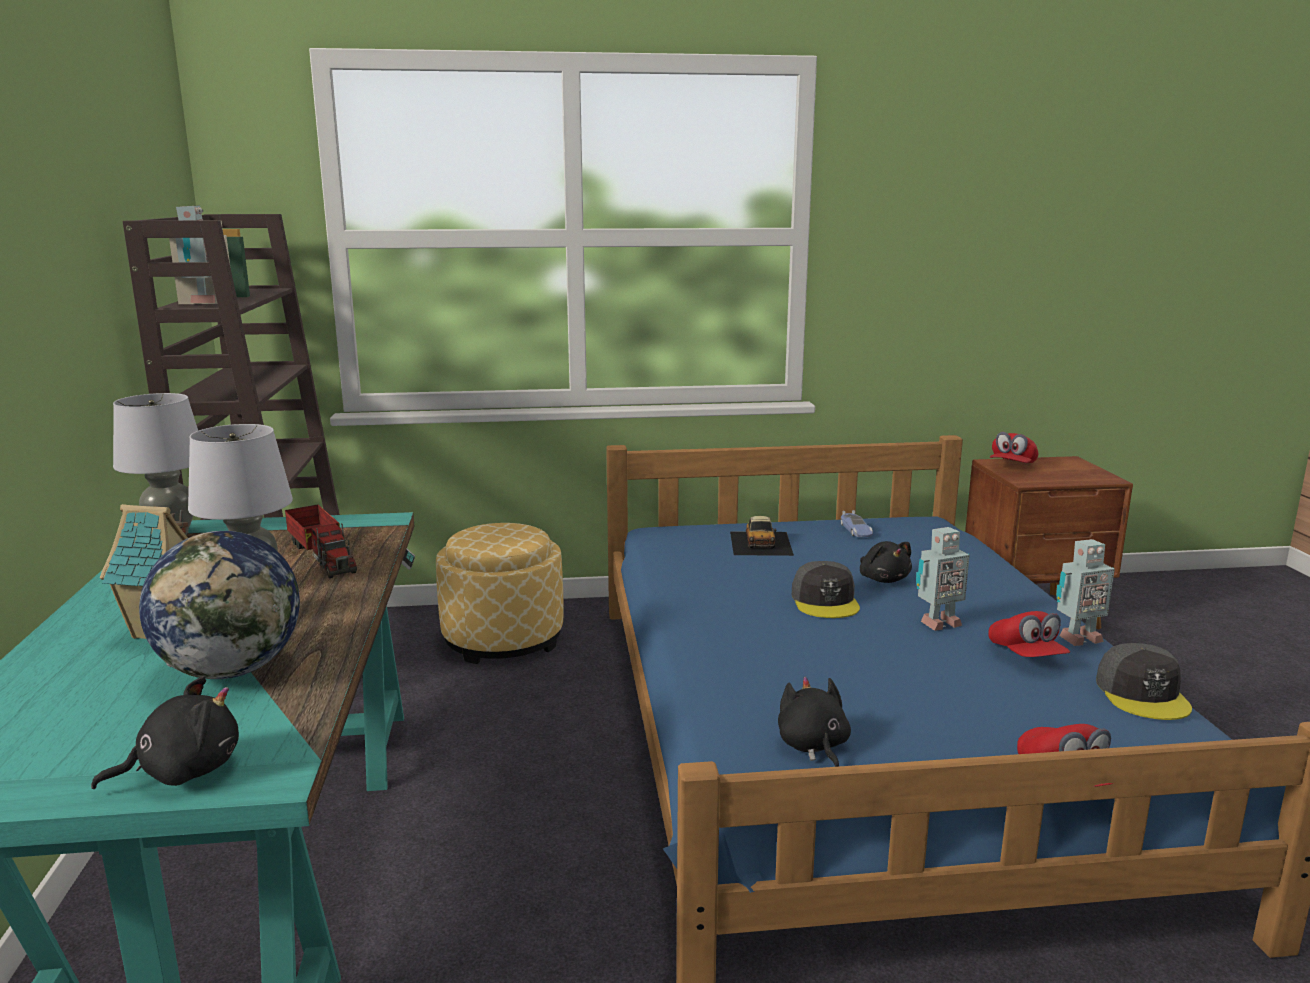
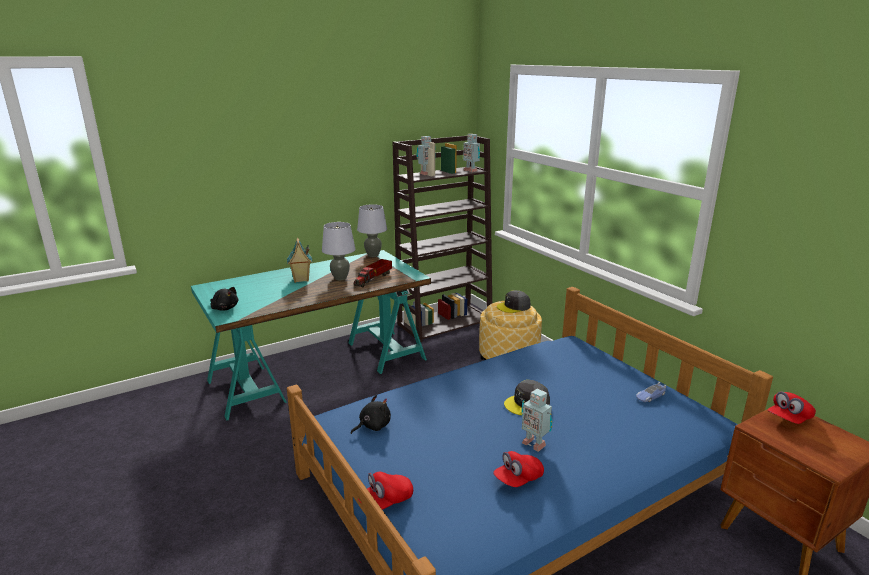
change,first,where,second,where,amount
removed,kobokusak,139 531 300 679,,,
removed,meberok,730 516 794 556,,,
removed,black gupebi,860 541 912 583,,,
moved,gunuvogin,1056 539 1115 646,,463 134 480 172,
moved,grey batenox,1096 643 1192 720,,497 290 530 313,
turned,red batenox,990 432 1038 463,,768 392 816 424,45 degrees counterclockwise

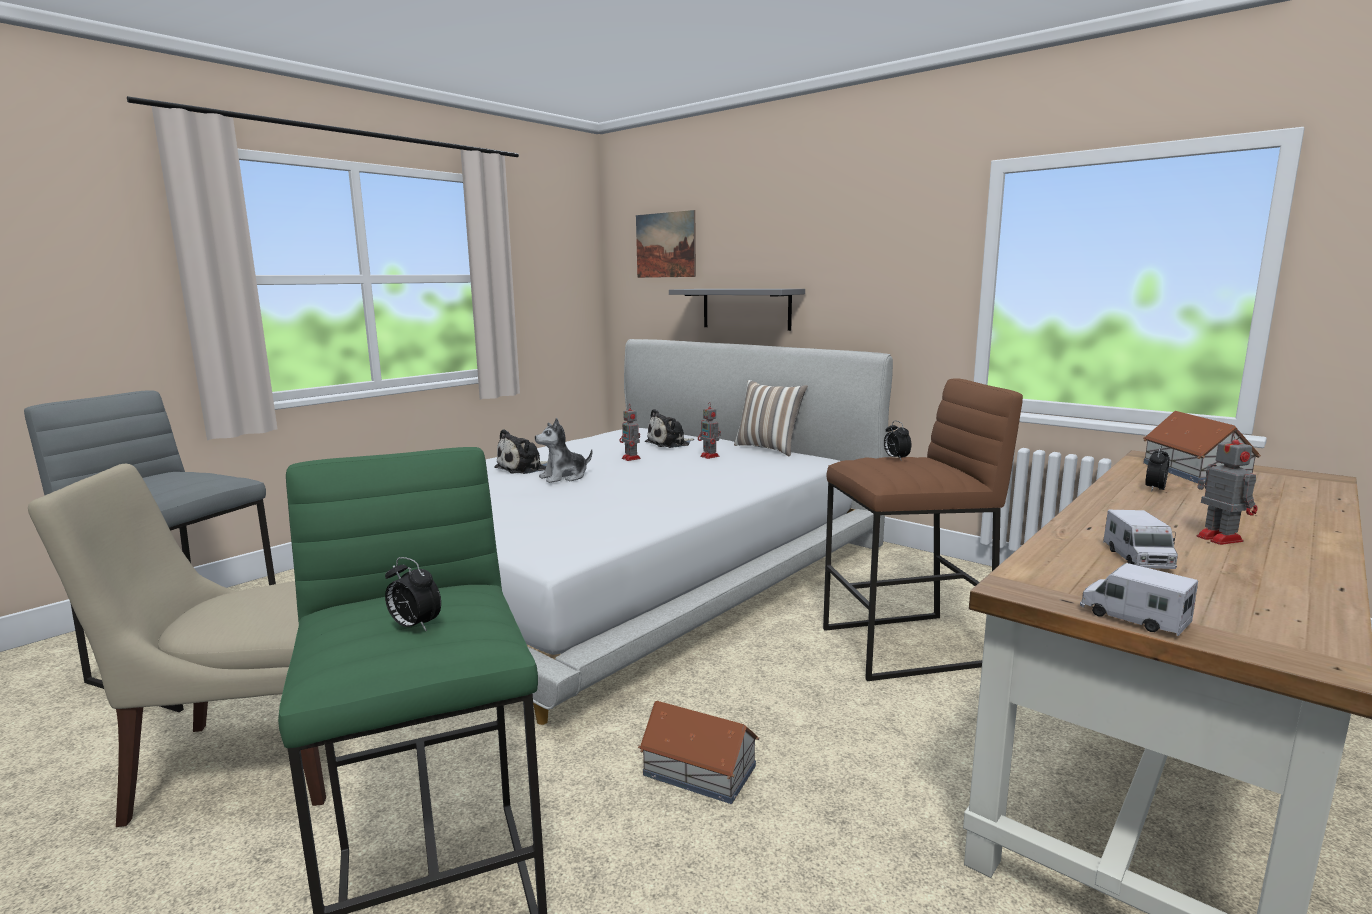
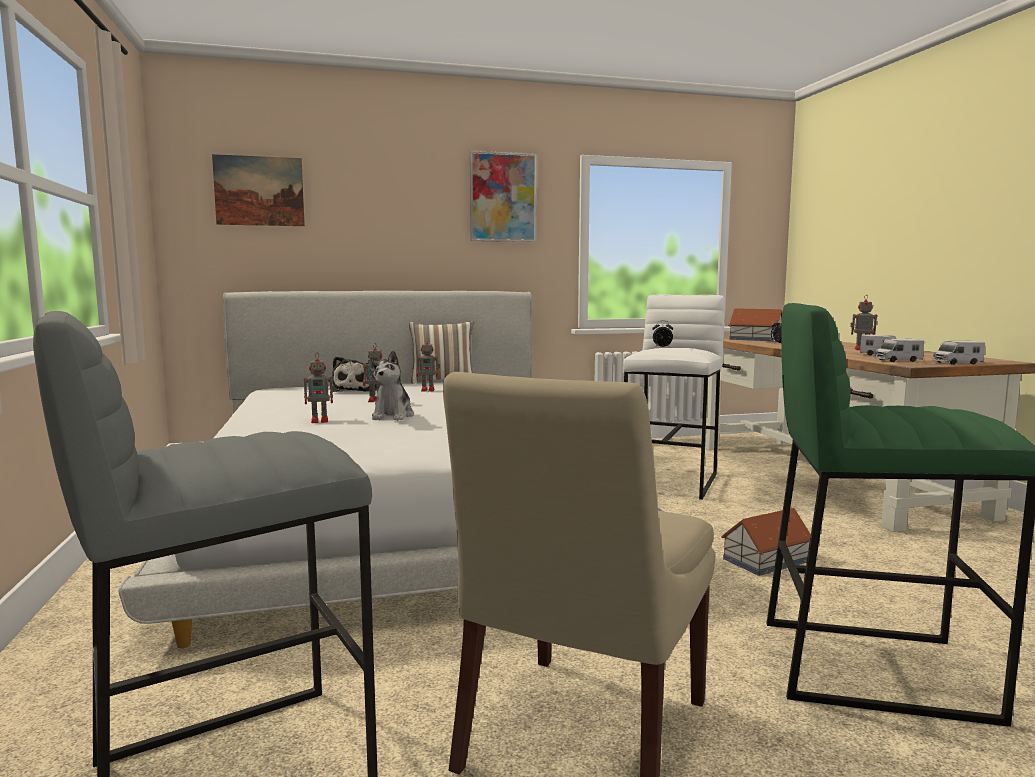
change,first,where,second,where,amount
removed,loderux,385 557 441 632,,,
removed,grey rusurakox,669 289 805 331,,,
added,,,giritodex,470 151 537 242,
added,,,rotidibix,874 339 924 362,
replaced,gupebi,494 429 548 474,gunuvogin,304 357 335 423,
recoloured,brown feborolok,823 378 1023 681,white feborolok,623 294 725 500,

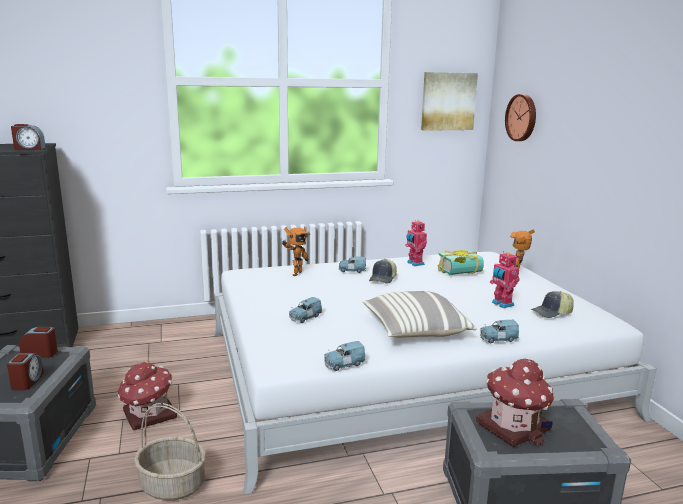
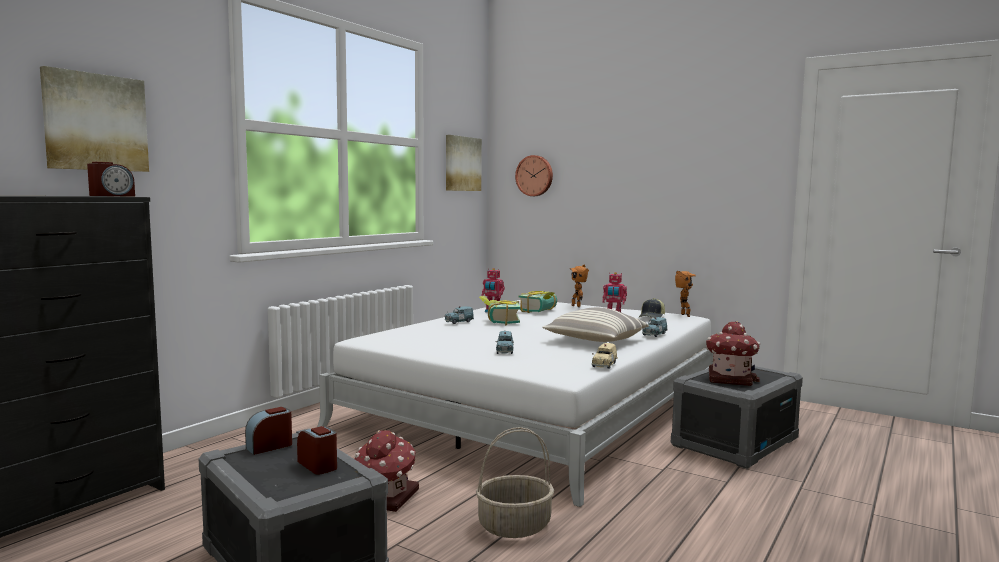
change,first,where,second,where,amount
added,,,giritodex,40 66 149 172,
moved,gunuvogin,282 226 310 276,,675 271 696 317,
replaced,batenox,369 259 397 284,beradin,479 296 520 325,
recoloured,blue meberok,324 341 366 371,beige meberok,592 343 618 369,

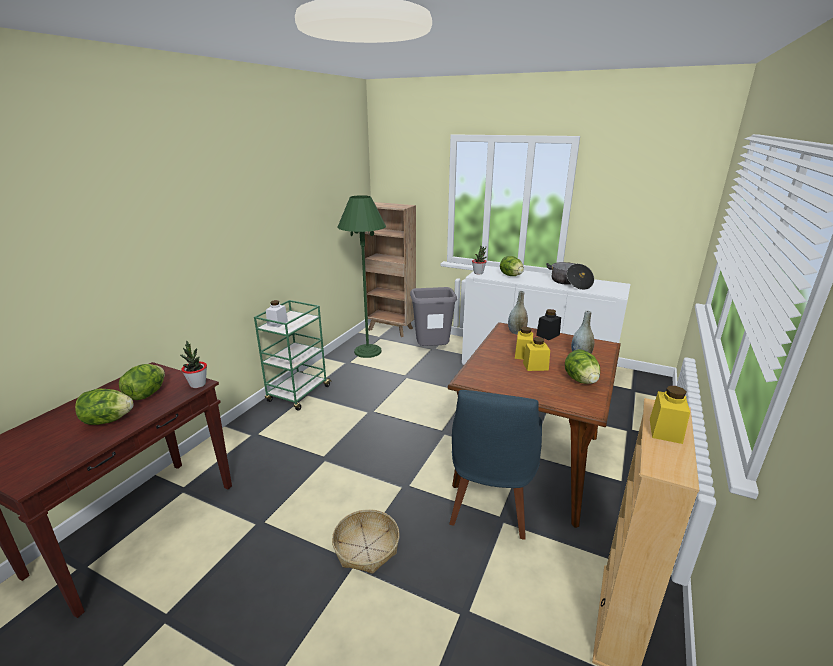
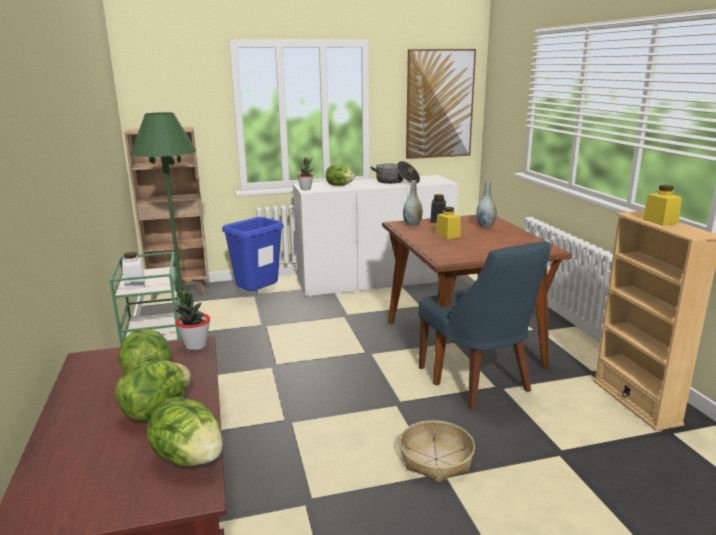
change,first,where,second,where,amount
removed,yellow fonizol,523 337 550 371,,,
added,,,giritodex,406 49 476 159,
moved,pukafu,565 349 600 384,,147 396 223 466,
recoloured,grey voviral,410 287 457 346,blue voviral,222 217 284 291,

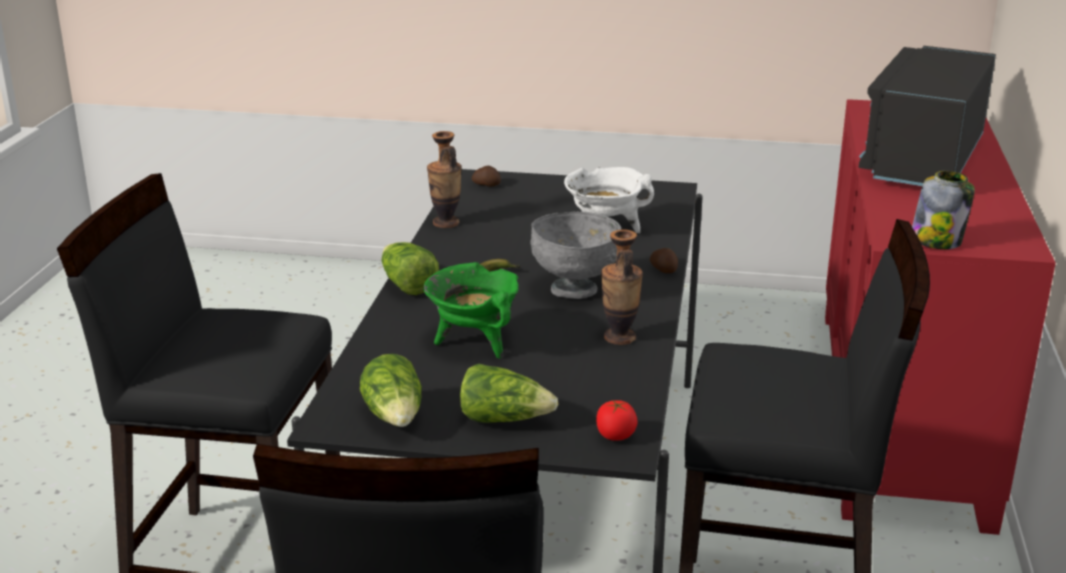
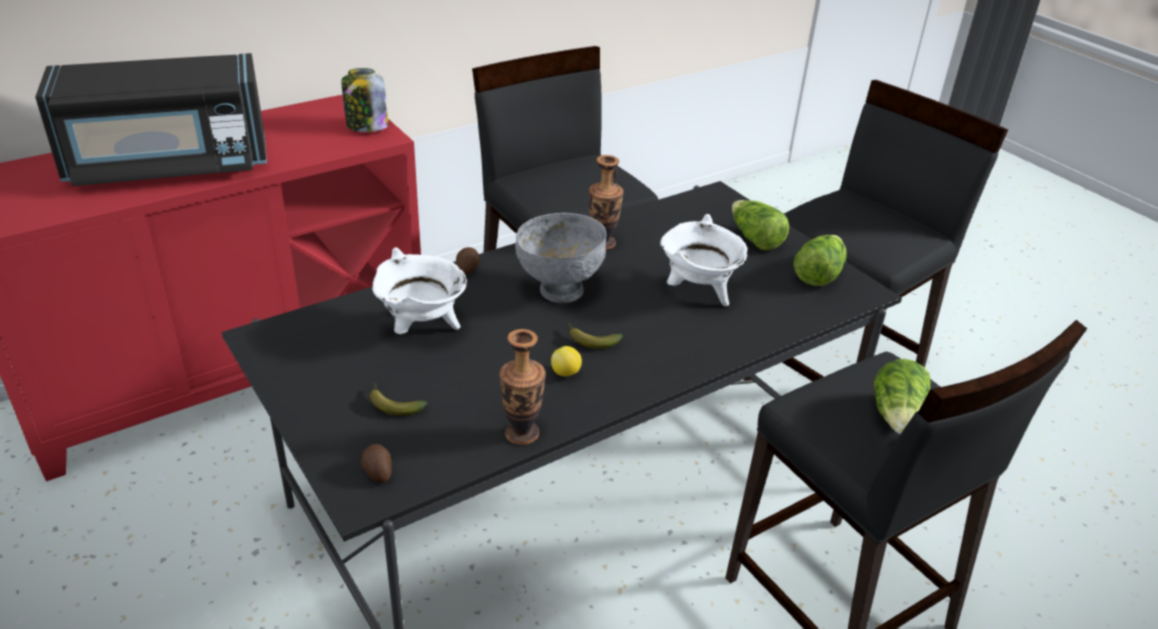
change,first,where,second,where,amount
removed,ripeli,596 400 637 441,,,
added,,,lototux,370 381 427 416,
added,,,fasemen,551 346 582 377,
moved,pukafu,382 242 439 295,,874 359 931 434,
recoloured,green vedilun,423 262 519 359,white vedilun,660 214 747 306,

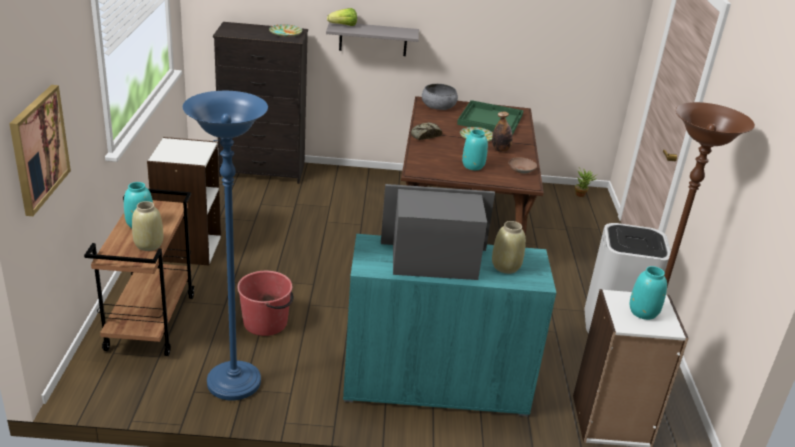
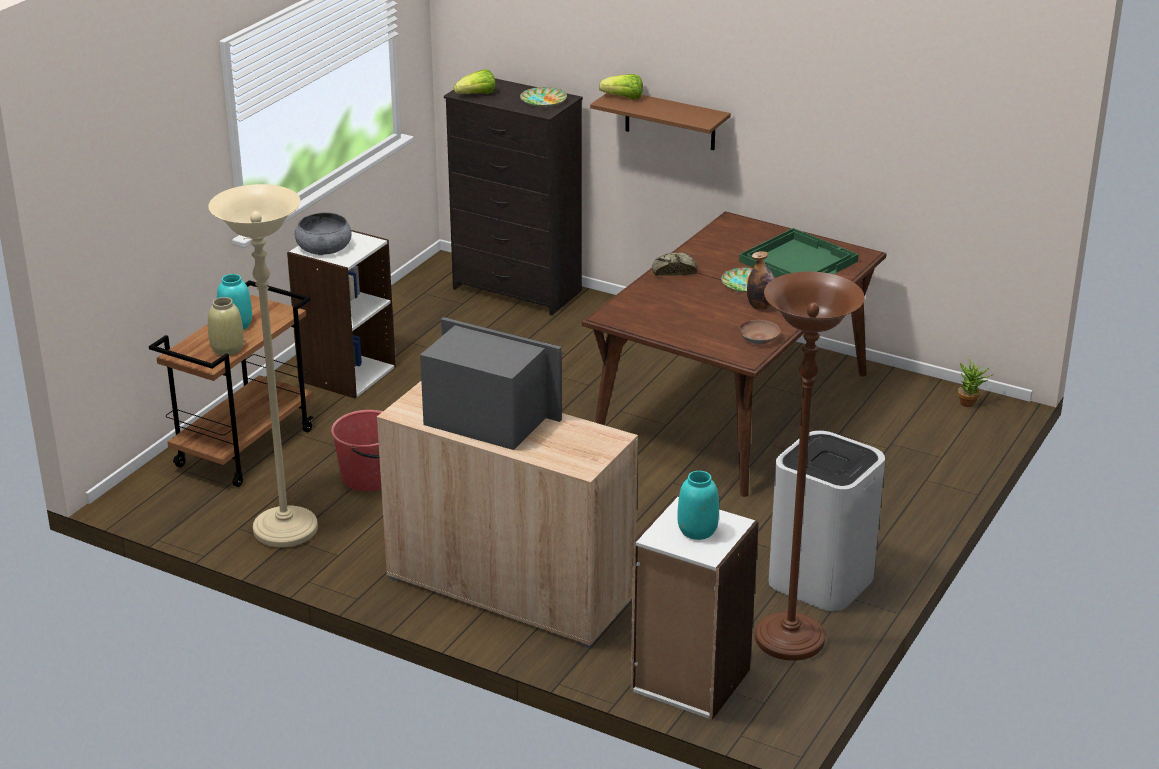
change,first,where,second,where,amount
removed,giritodex,9 85 71 216,,,
removed,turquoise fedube,462 129 488 170,,,
removed,beige fedube,492 221 526 274,,,
added,,,pukafu,454 69 496 94,
moved,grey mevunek,422 84 458 110,,294 212 352 255,
recoloured,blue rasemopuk,183 91 268 400,beige rasemopuk,208 184 318 548,
recoloured,grey rusurakox,326 22 419 56,brown rusurakox,590 93 731 150,
recoloured,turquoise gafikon,343 234 556 416,beige gafikon,377 381 638 648,

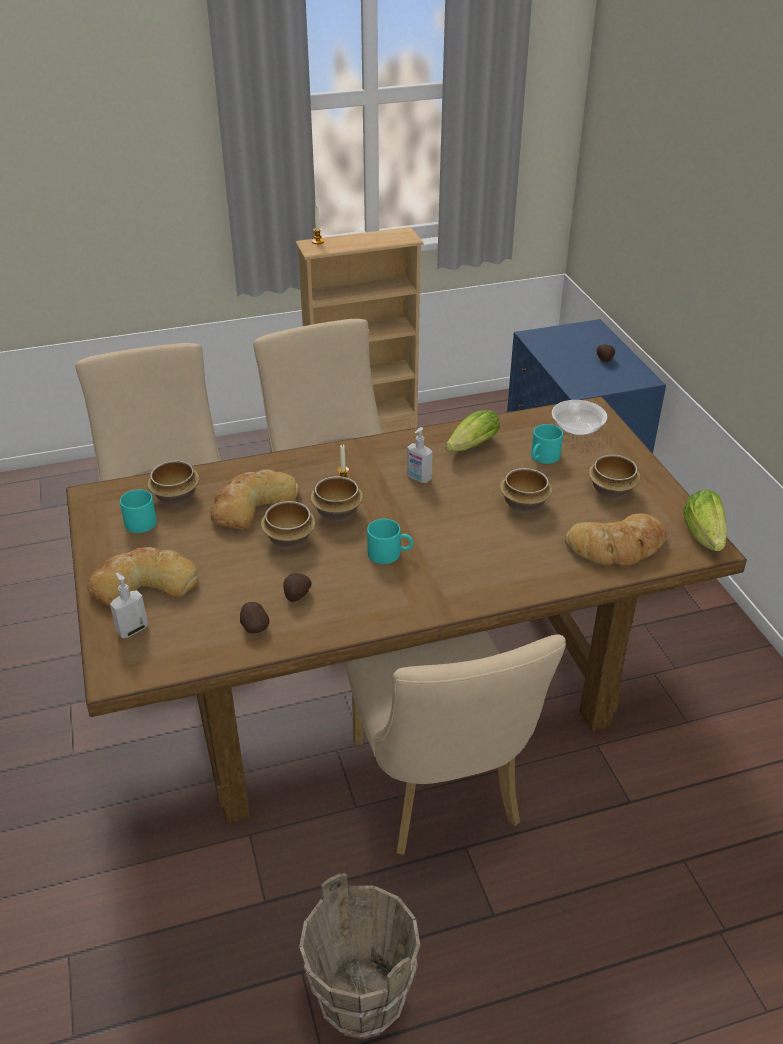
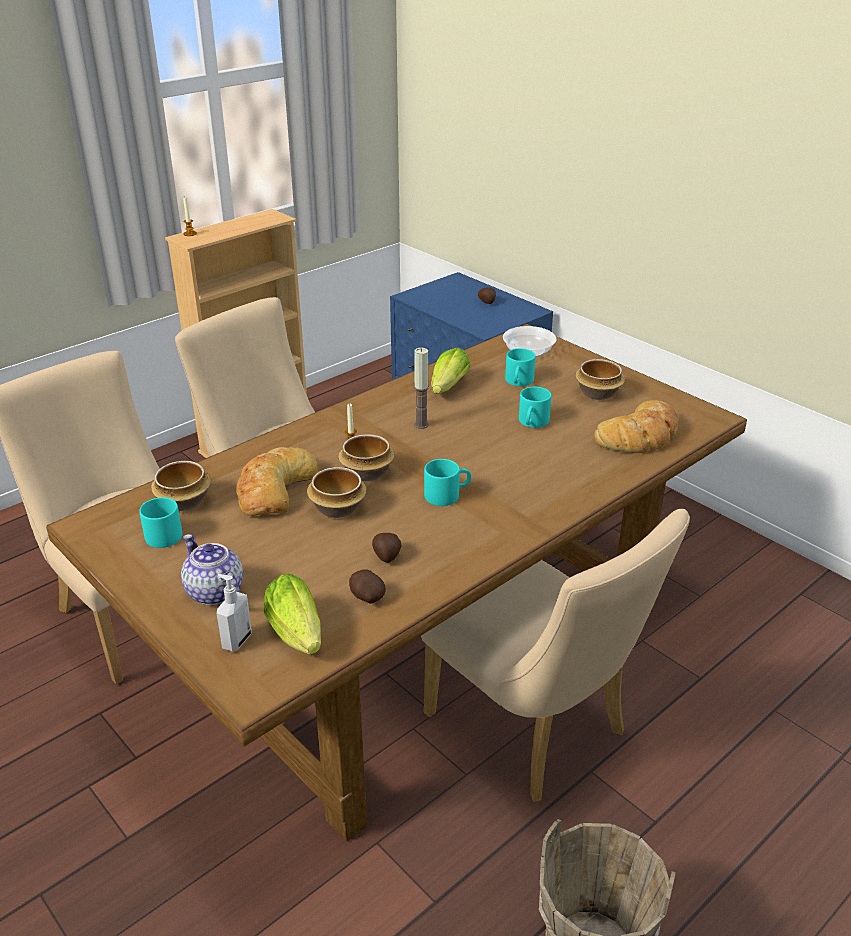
change,first,where,second,where,amount
moved,pukafu,683 489 727 551,,264 574 321 654,
replaced,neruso,87 547 199 607,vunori,181 534 243 605,
replaced,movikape,407 427 433 483,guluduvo,414 348 429 429,
replaced,mevunek,500 468 552 513,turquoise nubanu,519 387 552 428,

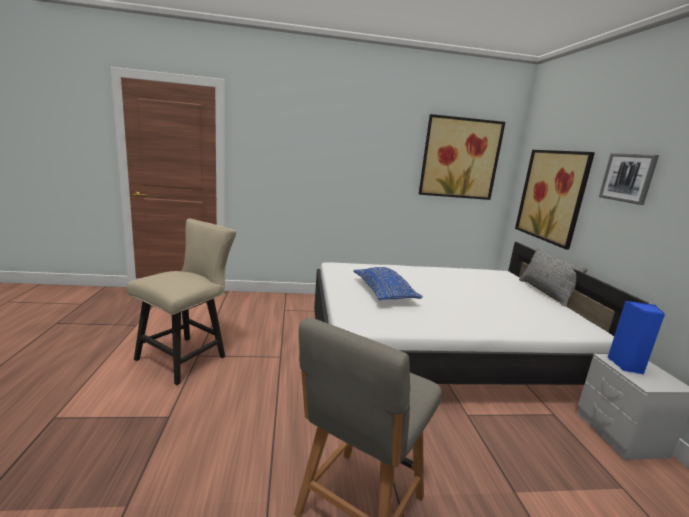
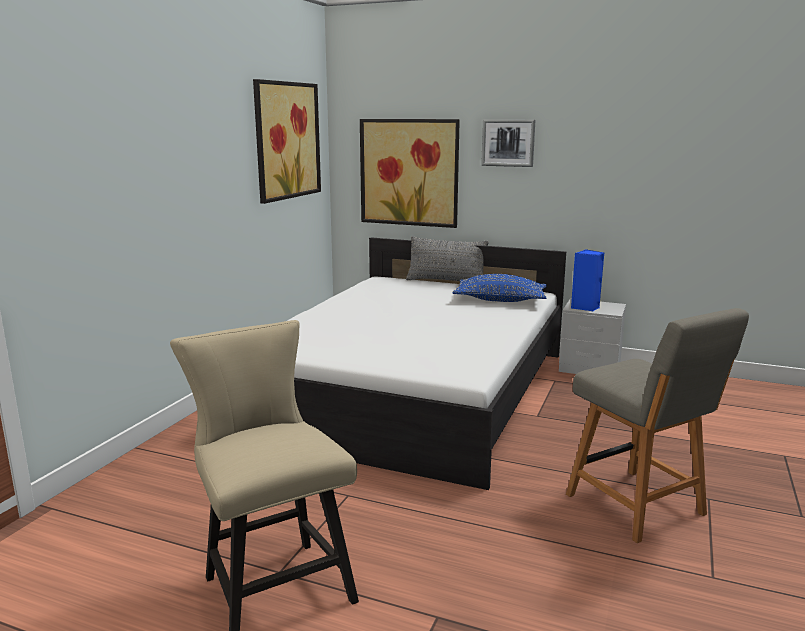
change,first,where,second,where,amount
moved,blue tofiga,353 267 423 300,,452 274 547 302,

